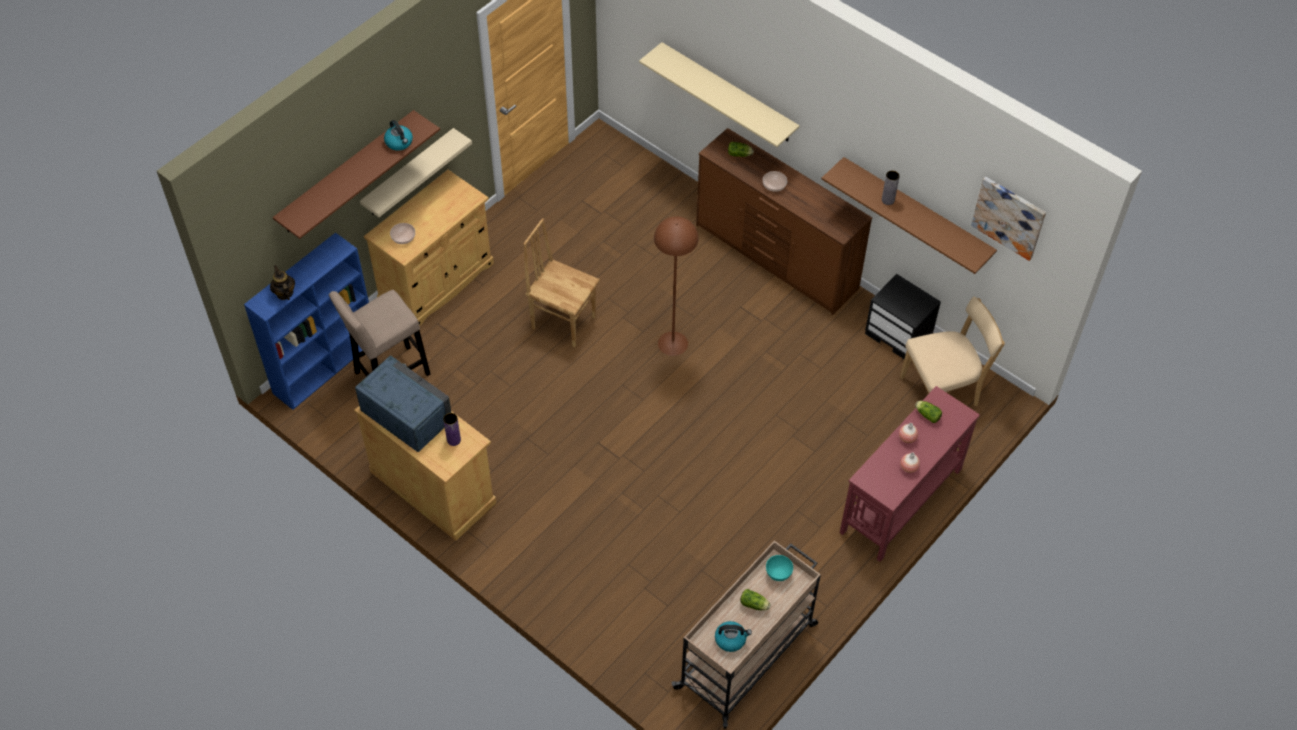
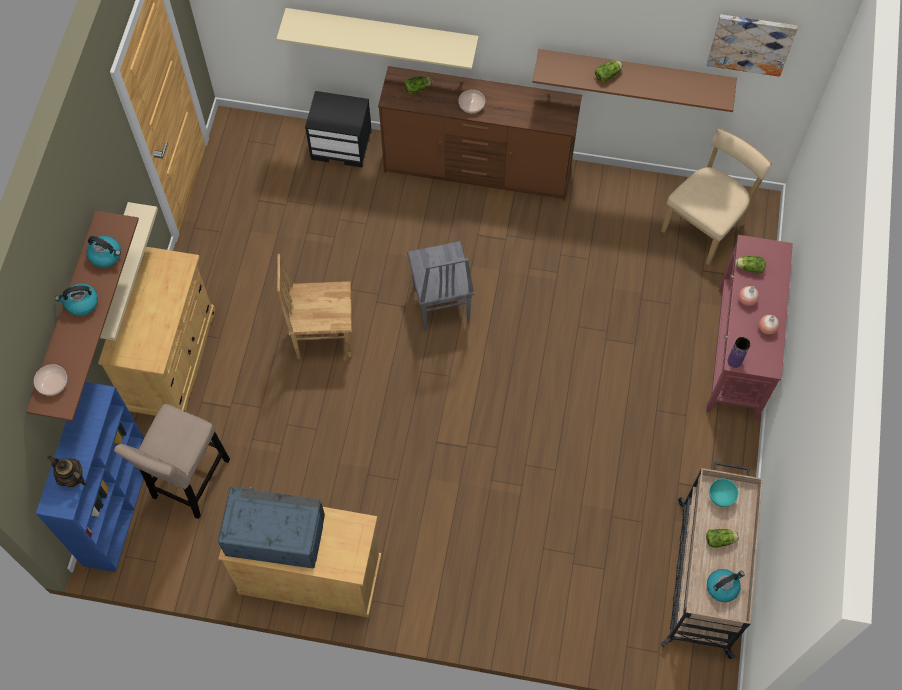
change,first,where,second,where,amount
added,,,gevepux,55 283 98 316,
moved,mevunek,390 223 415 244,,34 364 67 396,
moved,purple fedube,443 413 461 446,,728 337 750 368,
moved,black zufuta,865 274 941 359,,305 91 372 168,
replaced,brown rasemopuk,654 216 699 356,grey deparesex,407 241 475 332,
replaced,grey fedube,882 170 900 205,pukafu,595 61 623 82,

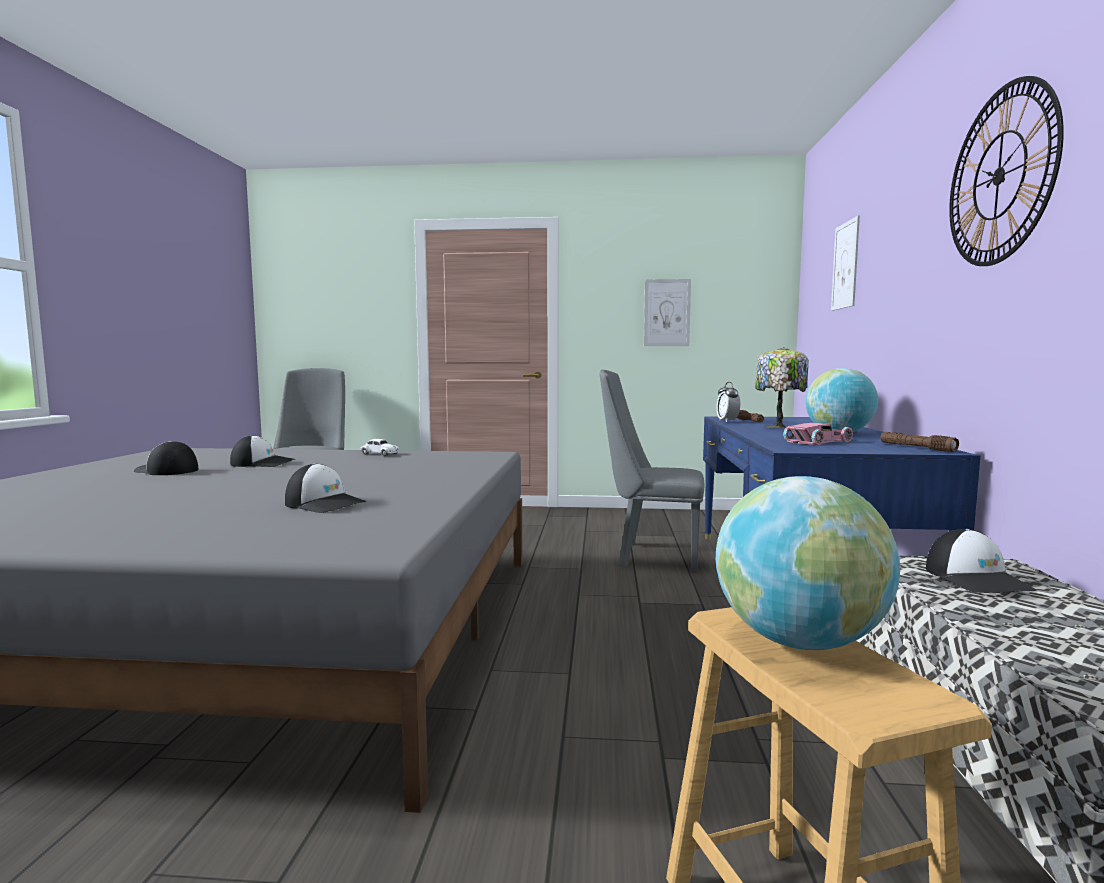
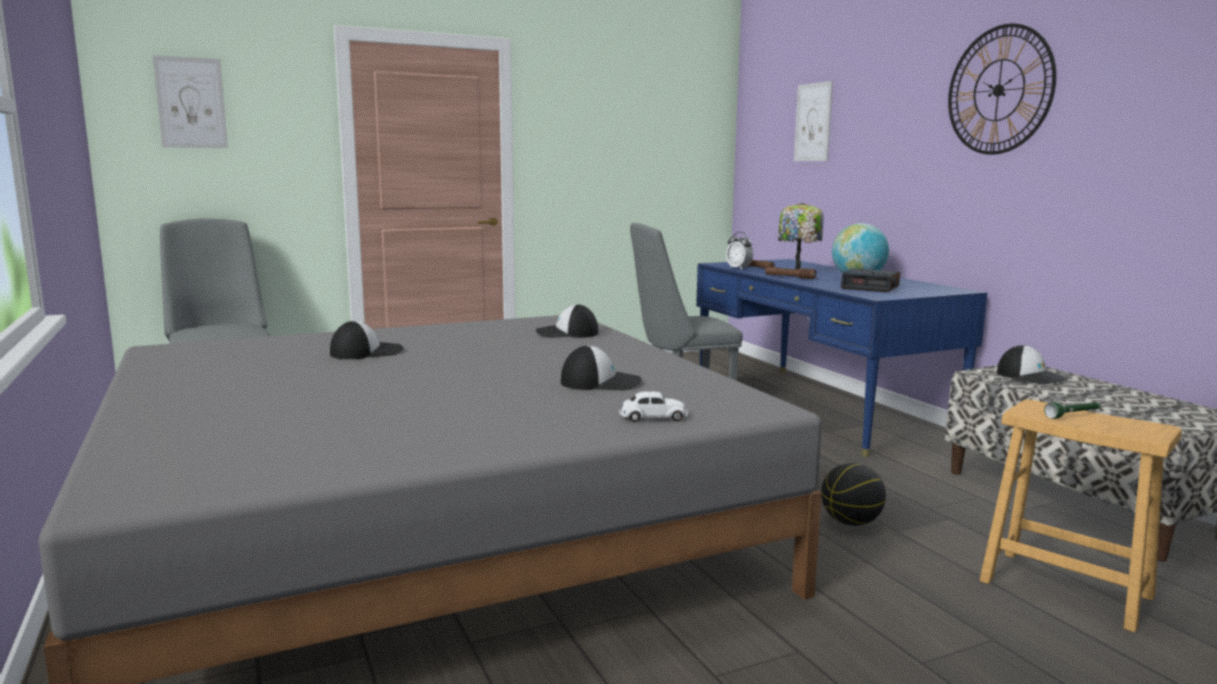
change,first,where,second,where,amount
added,,,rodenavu,821 463 886 526,
moved,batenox,134 441 199 475,,536 304 598 338,
moved,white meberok,360 439 400 456,,619 391 689 422,
moved,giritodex,644 279 691 346,,153 55 228 148,
moved,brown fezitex,880 432 959 452,,765 267 816 279,
replaced,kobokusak,716 476 900 650,green fezitex,1044 402 1101 419,
replaced,pink meberok,783 423 853 445,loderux,841 268 900 292,

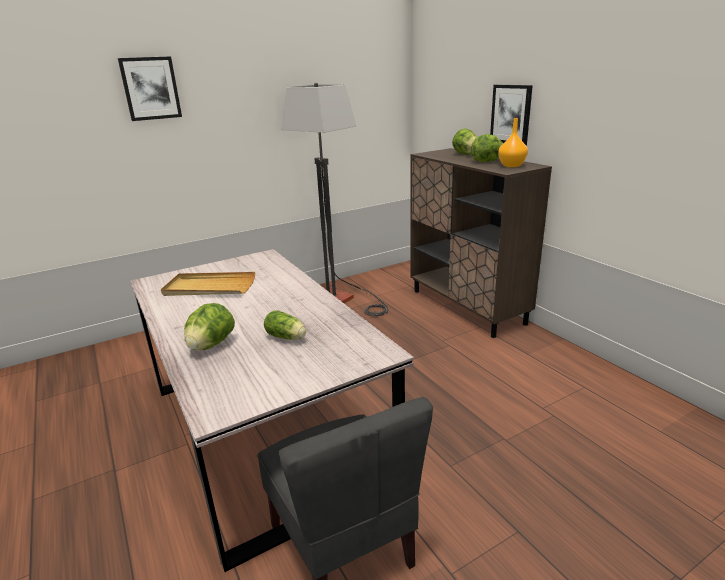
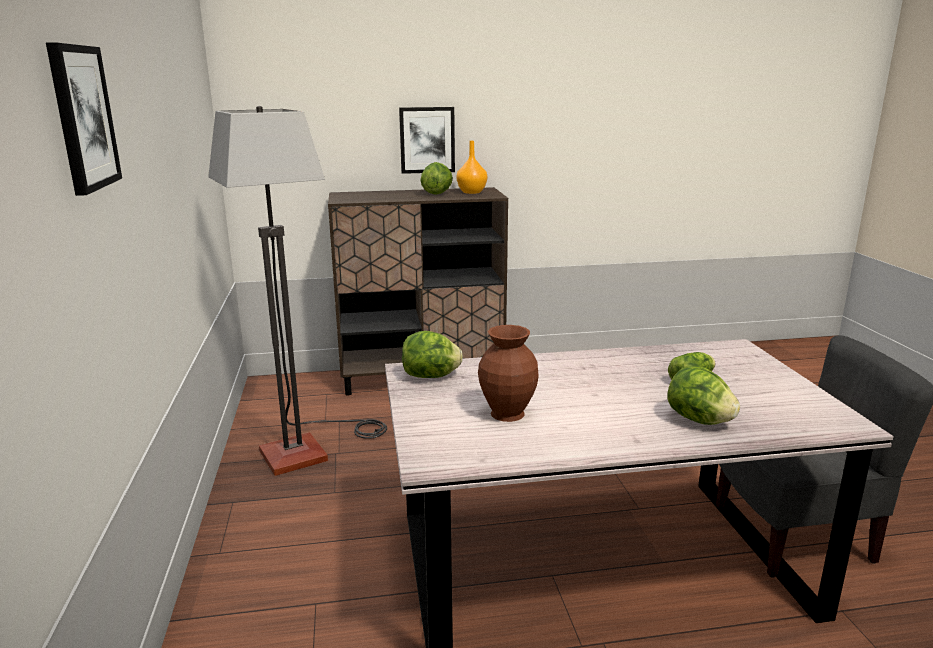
change,first,where,second,where,amount
moved,pukafu,452 128 477 155,,402 331 463 378,
replaced,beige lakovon,161 272 255 296,brown fedube,478 325 539 422,

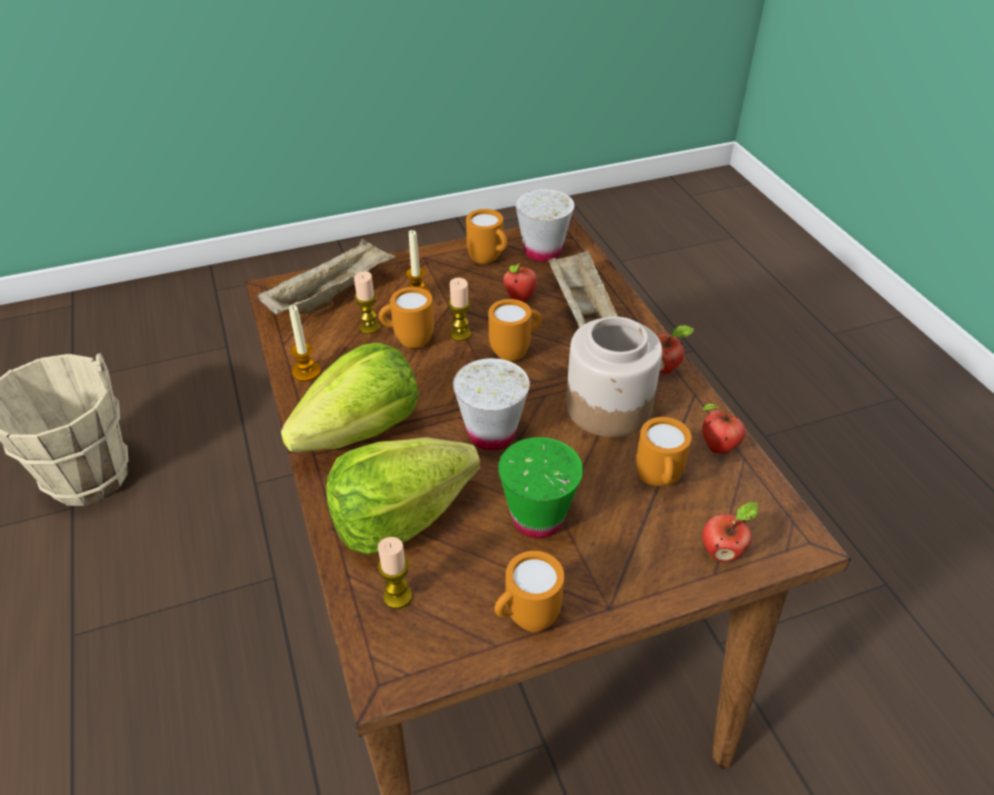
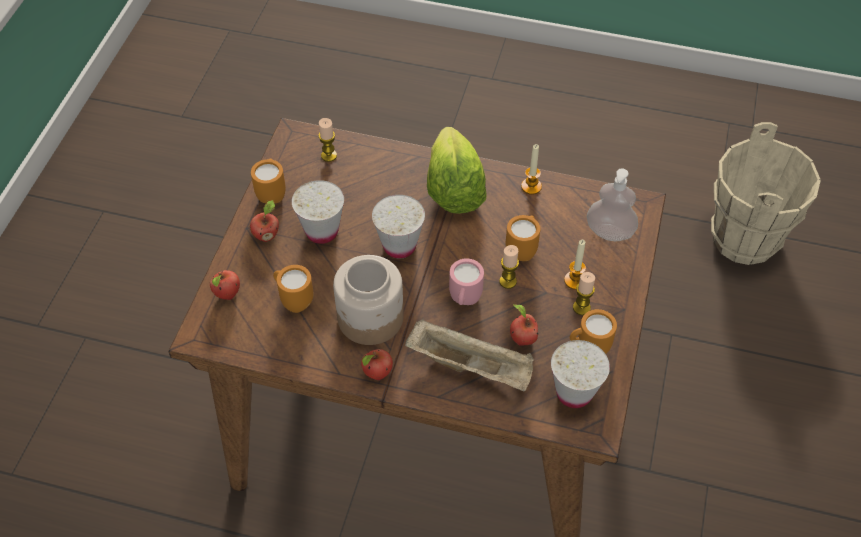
change,first,where,second,where,amount
removed,pukafu,326 437 480 555,,,
moved,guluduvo,354 271 380 334,,573 272 595 315,
moved,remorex,702 403 746 454,,250 200 279 242,
replaced,beige lakovon,258 239 396 314,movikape,587 169 638 241,
recoloured,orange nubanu,489 299 542 362,pink nubanu,449 258 484 305,
recoloured,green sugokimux,498 437 583 538,white sugokimux,292 180 344 244,

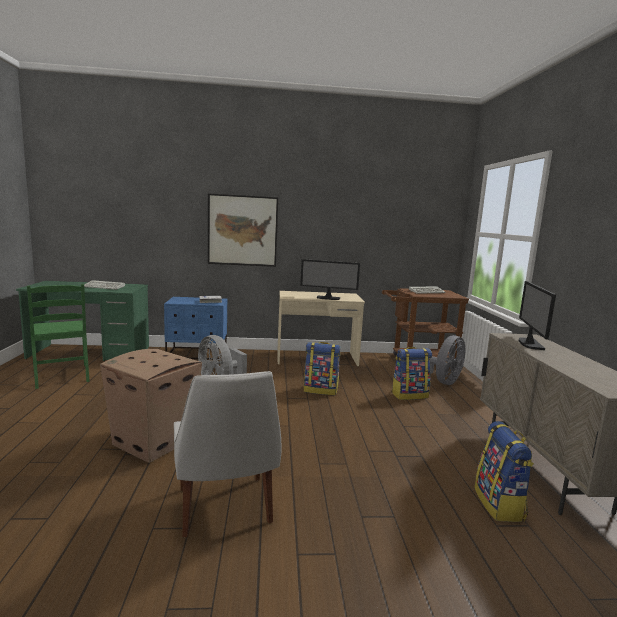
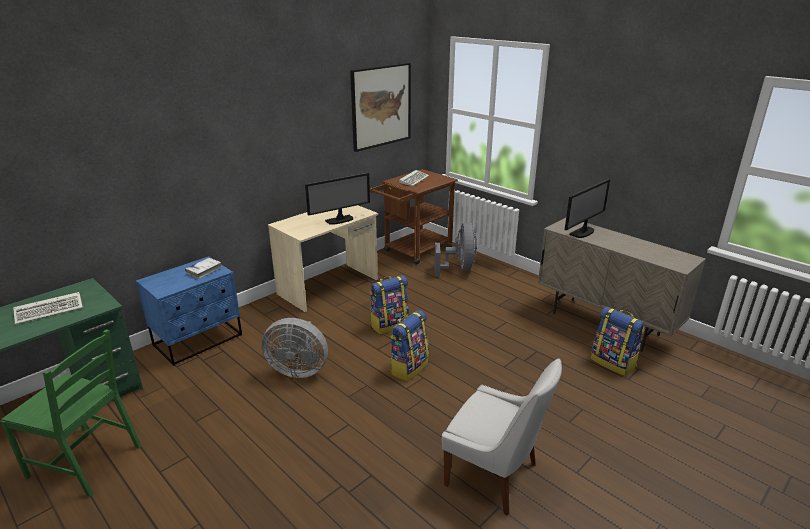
change,first,where,second,where,amount
removed,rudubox,100 349 202 463,,,
moved,giritodex,208 194 278 267,,350 63 411 152,
moved,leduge,392 347 432 400,,389 310 429 381,
turned,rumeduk,519 281 556 350,,565 179 610 238,105 degrees counterclockwise

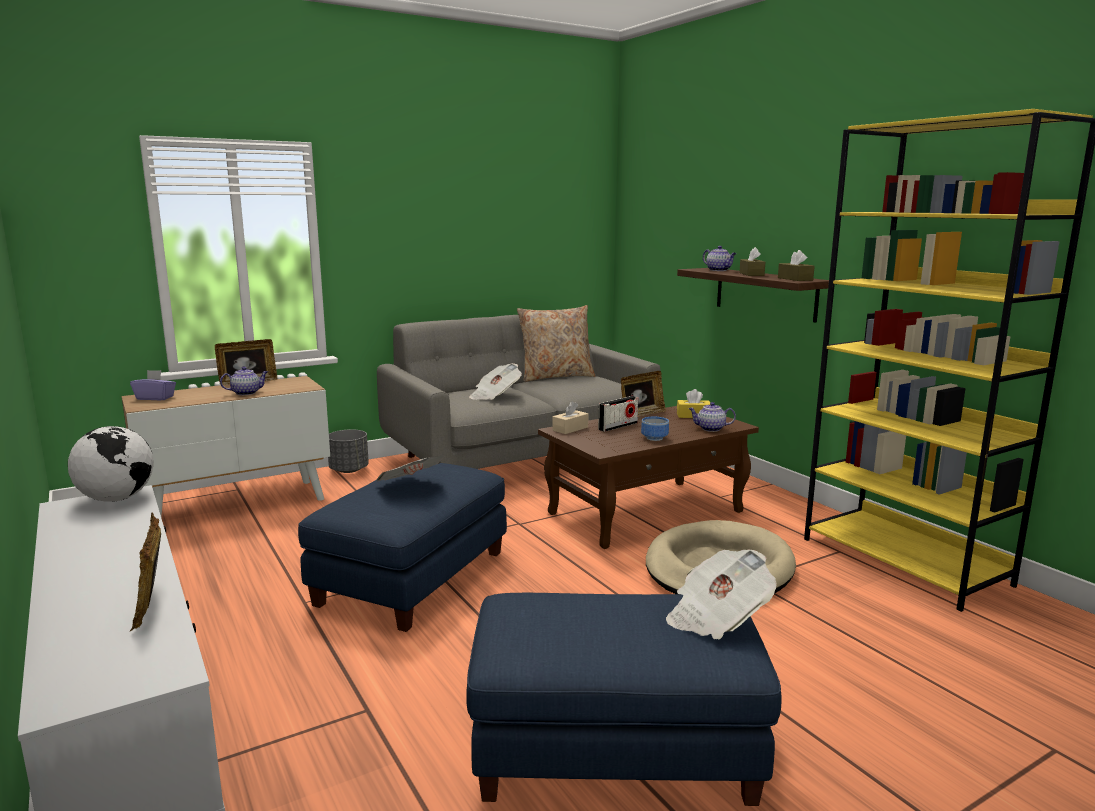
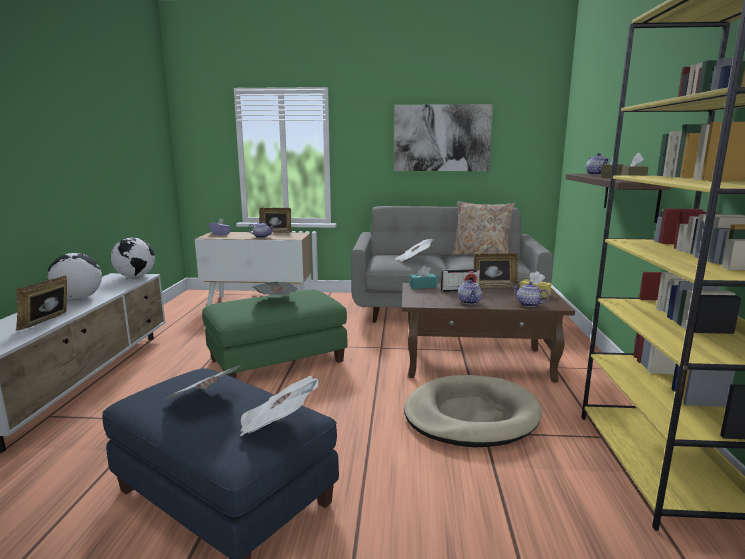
change,first,where,second,where,amount
removed,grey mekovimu,328 429 369 473,,,
added,,,kobokusak,47 253 102 300,
added,,,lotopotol,164 365 241 400,
added,,,giritodex,394 104 493 171,
replaced,mevunek,641 417 669 441,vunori,458 280 482 305,
recoloured,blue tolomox,298 463 507 632,green tolomox,202 290 347 379,
recoloured,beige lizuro,552 401 588 434,turquoise lizuro,409 266 438 289,

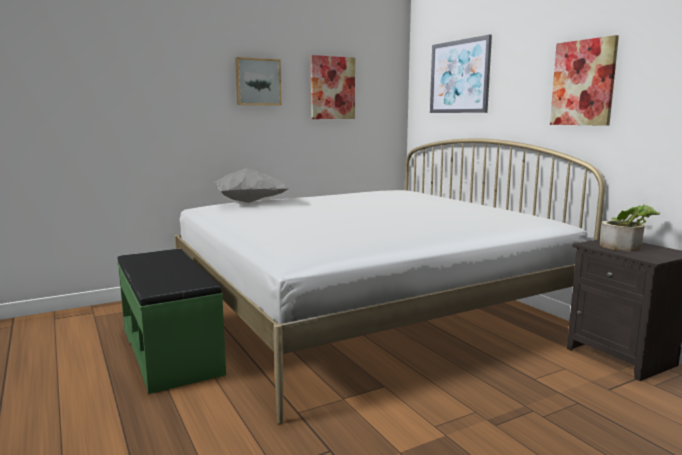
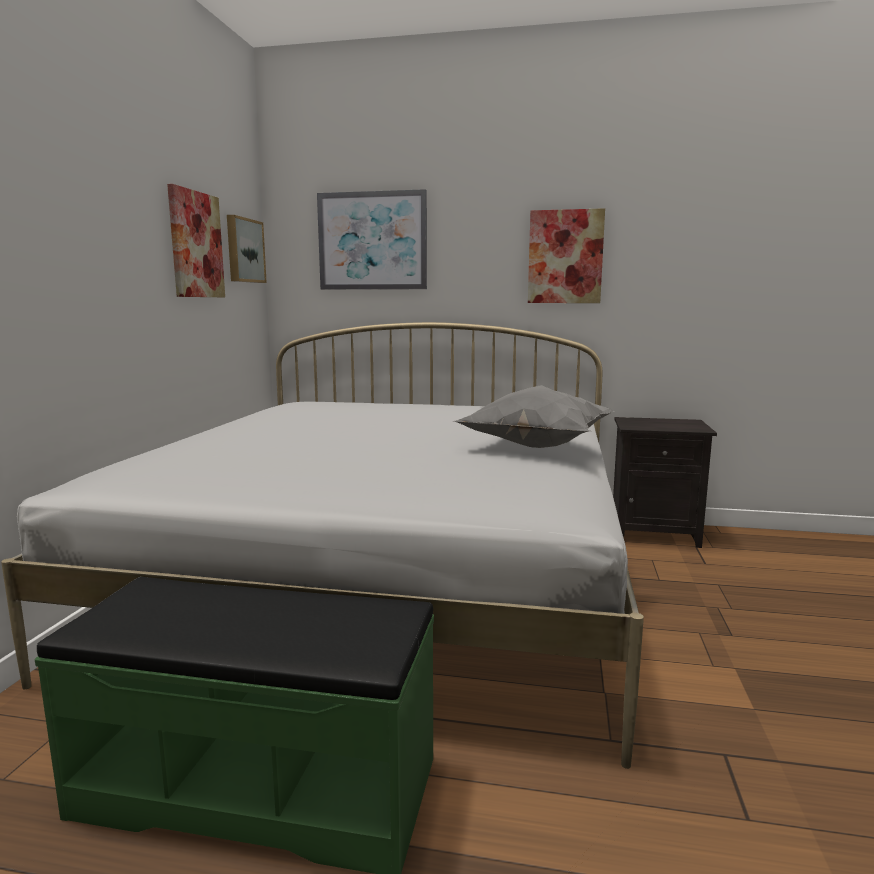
change,first,where,second,where,amount
removed,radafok,600 205 660 251,,,
moved,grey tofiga,214 168 290 203,,452 385 615 448,
moved,giritodex,235 57 281 106,,227 215 267 283,

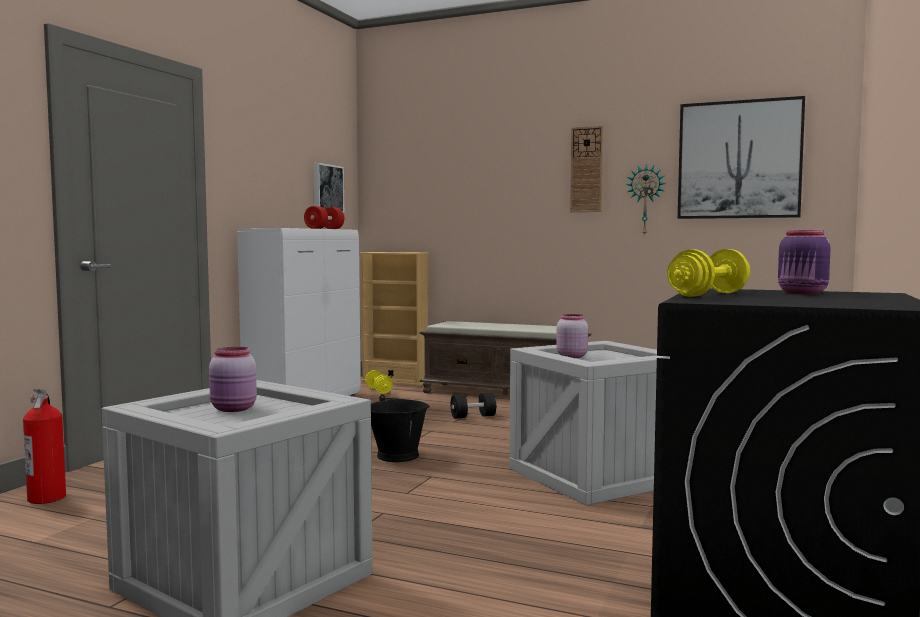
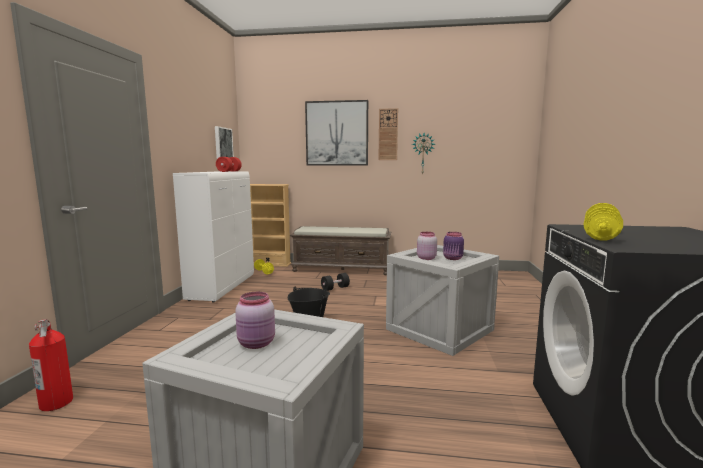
change,first,where,second,where,amount
moved,giritodex,678 96 805 219,,305 100 368 166,
moved,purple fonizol,778 230 831 294,,443 232 464 260,

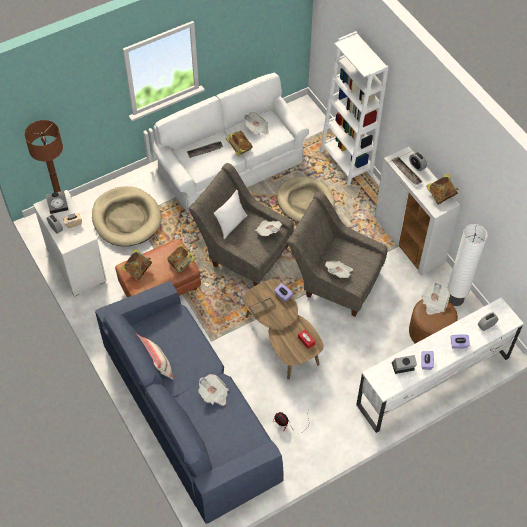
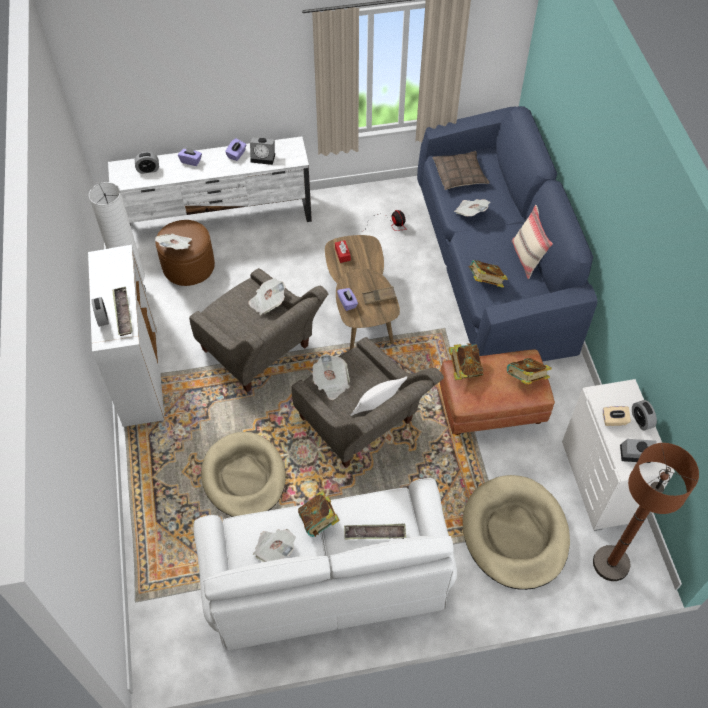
change,first,where,second,where,amount
removed,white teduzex,320 31 389 186,,,
added,,,tofiga,433 151 489 190,
moved,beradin,427 174 459 204,,468 260 508 288,

